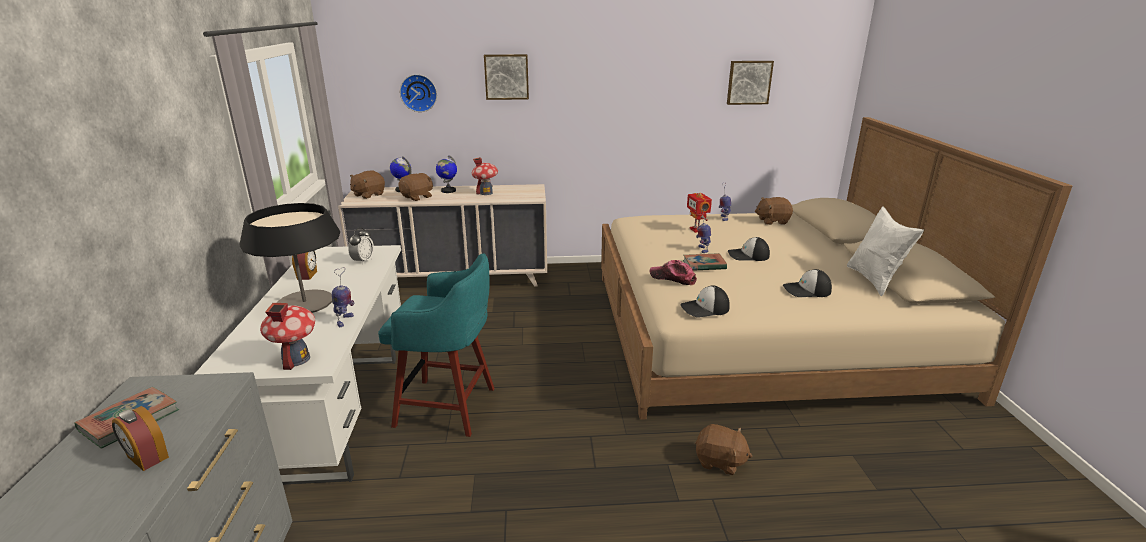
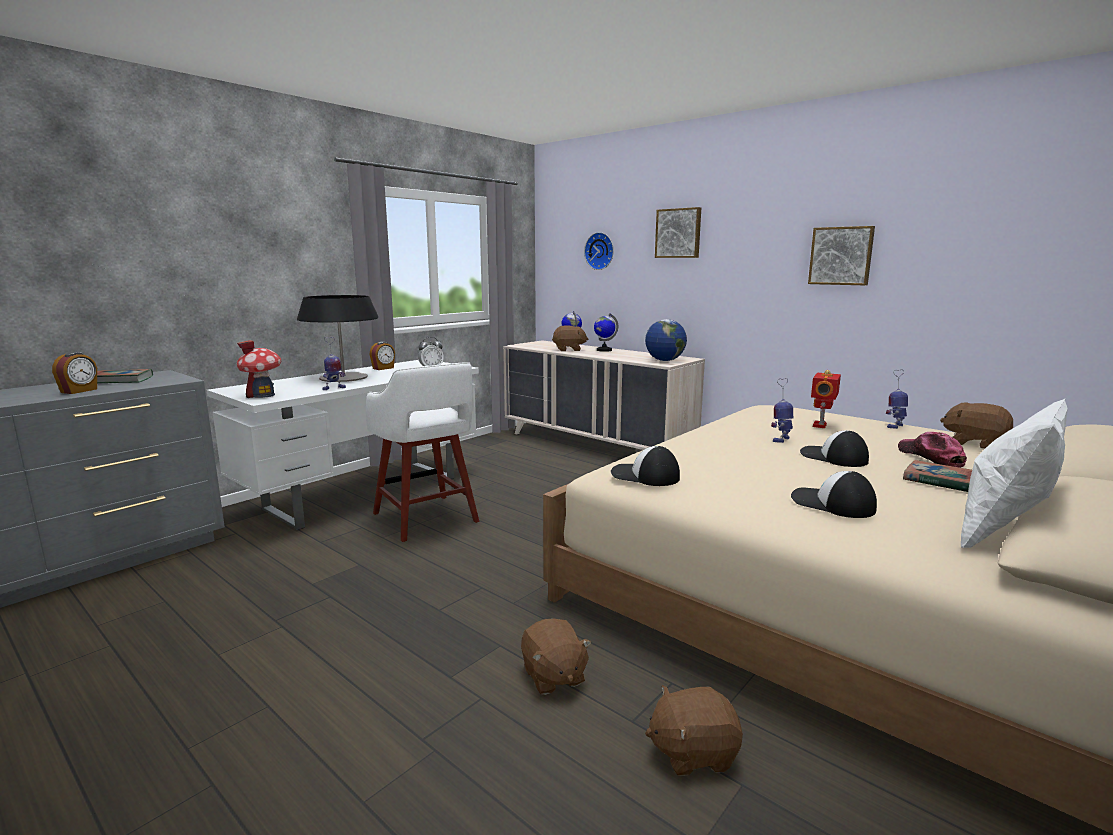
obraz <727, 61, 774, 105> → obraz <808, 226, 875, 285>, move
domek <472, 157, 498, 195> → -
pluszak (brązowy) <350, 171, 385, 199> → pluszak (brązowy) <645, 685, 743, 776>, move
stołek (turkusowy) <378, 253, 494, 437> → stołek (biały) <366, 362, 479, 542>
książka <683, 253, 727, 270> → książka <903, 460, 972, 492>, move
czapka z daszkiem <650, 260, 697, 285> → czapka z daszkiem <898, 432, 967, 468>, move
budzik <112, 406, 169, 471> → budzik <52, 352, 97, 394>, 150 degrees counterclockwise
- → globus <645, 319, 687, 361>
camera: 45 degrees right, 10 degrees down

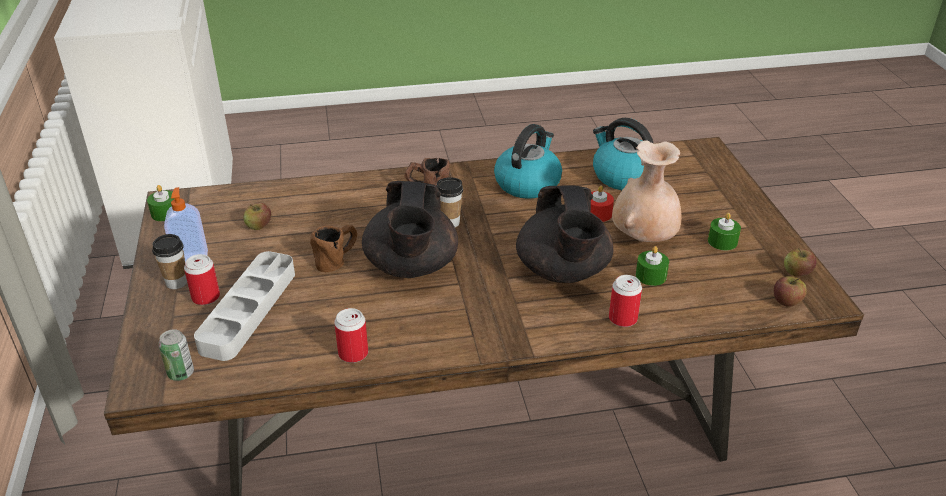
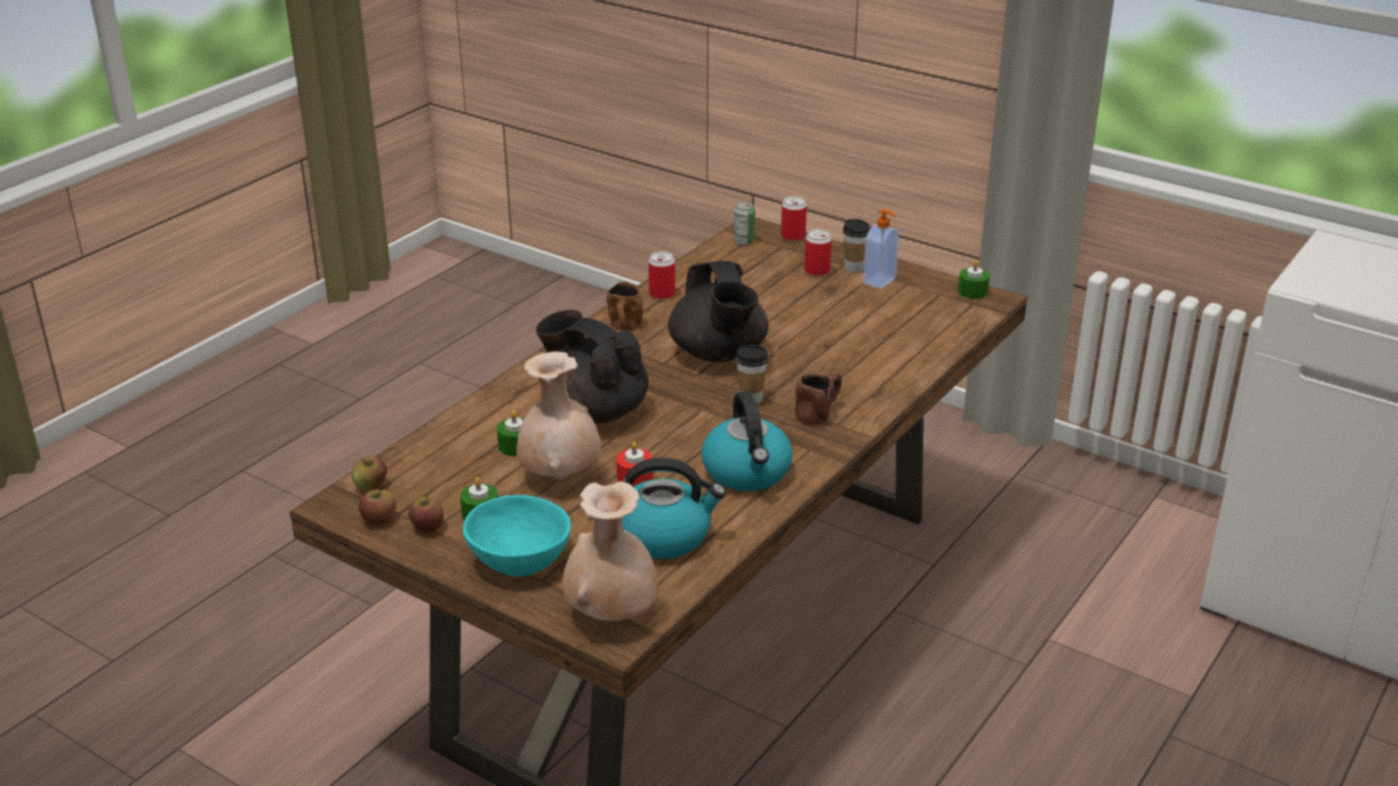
imbryk (czarny) <362, 181, 458, 278> → imbryk (czarny) <668, 261, 768, 362>, 150 degrees counterclockwise
jabłko <243, 203, 271, 230> → jabłko <408, 494, 444, 533>, move
kubek (brązowy) <310, 225, 357, 272> → kubek (brązowy) <606, 282, 643, 330>, move
taca (szary) <194, 251, 295, 361> → -
puszka <609, 275, 642, 327> → puszka <781, 196, 807, 242>, move
- → wazon (beżowy) <562, 481, 658, 621>
- → miska (turkusowy) <463, 495, 571, 577>
camera: 135 degrees right, 5 degrees down

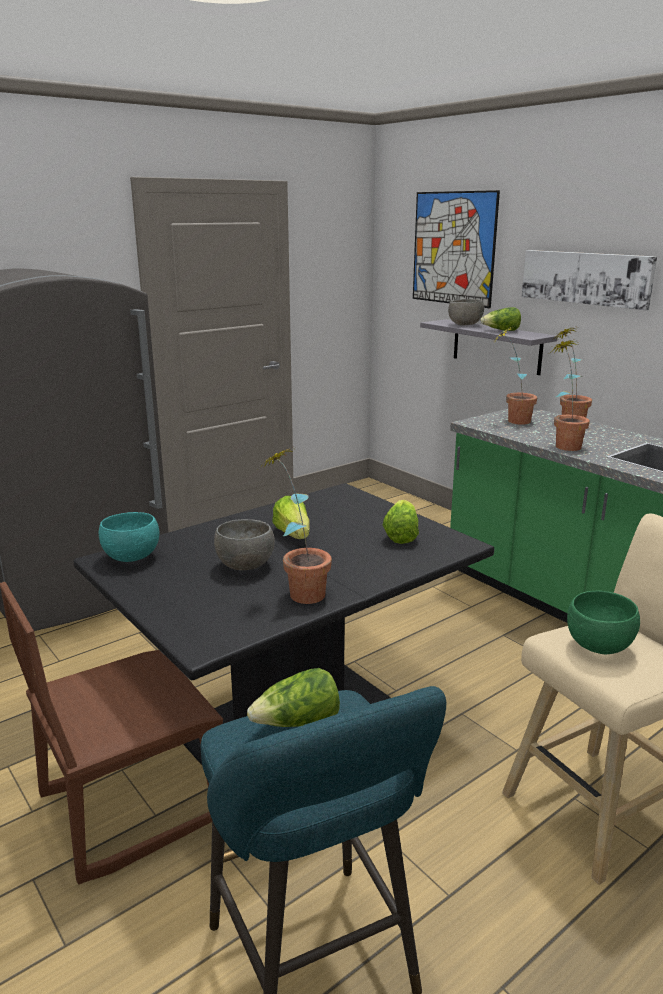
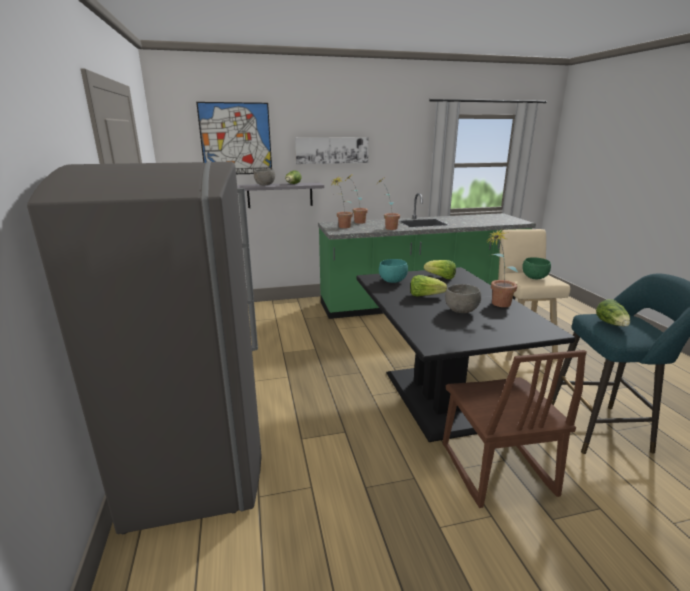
miska (turkusowy) <99, 512, 160, 562> → miska (turkusowy) <379, 259, 408, 283>, move
camera: 65 degrees left, 0 degrees up

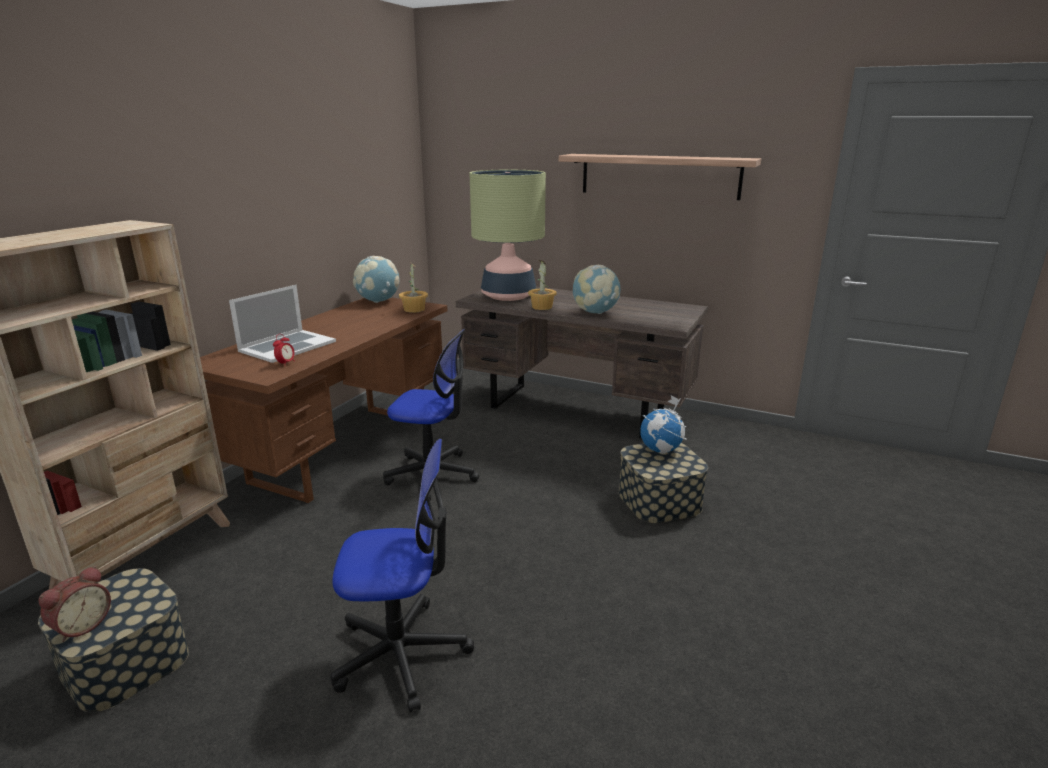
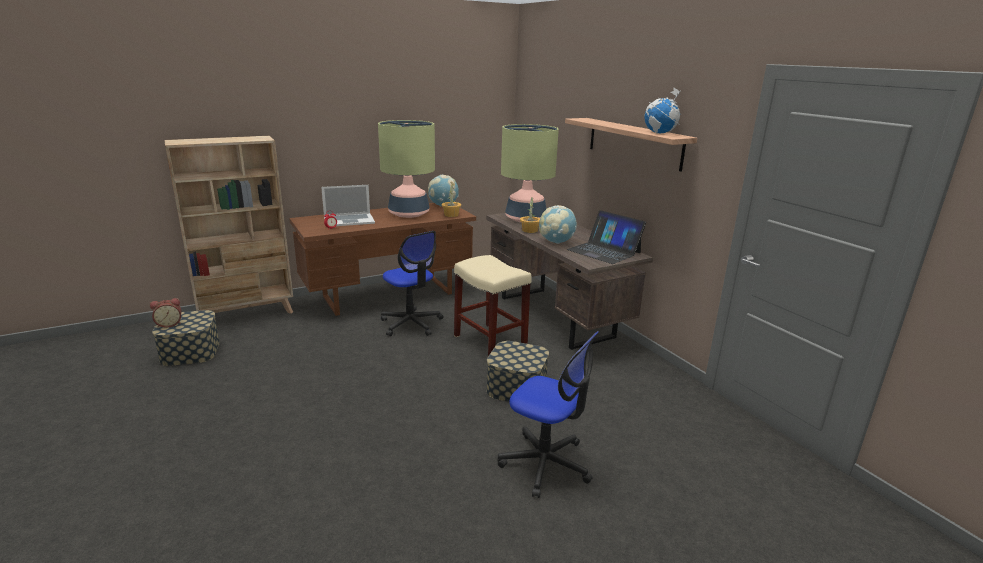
globus <640, 395, 687, 454> → globus <644, 87, 681, 134>, move
krzesło biurowe <330, 439, 474, 713> → krzesło biurowe <498, 331, 599, 498>, move
- → lampa stołowa <378, 120, 435, 218>
- → laptop <567, 210, 646, 264>
- → stołek (beżowy) <454, 255, 532, 356>
camera: 35 degrees right, 0 degrees up

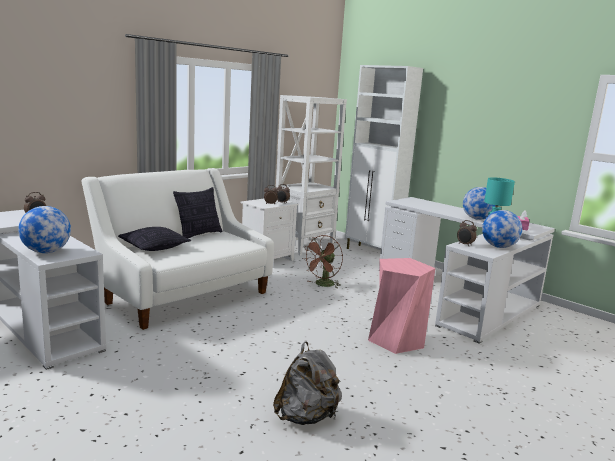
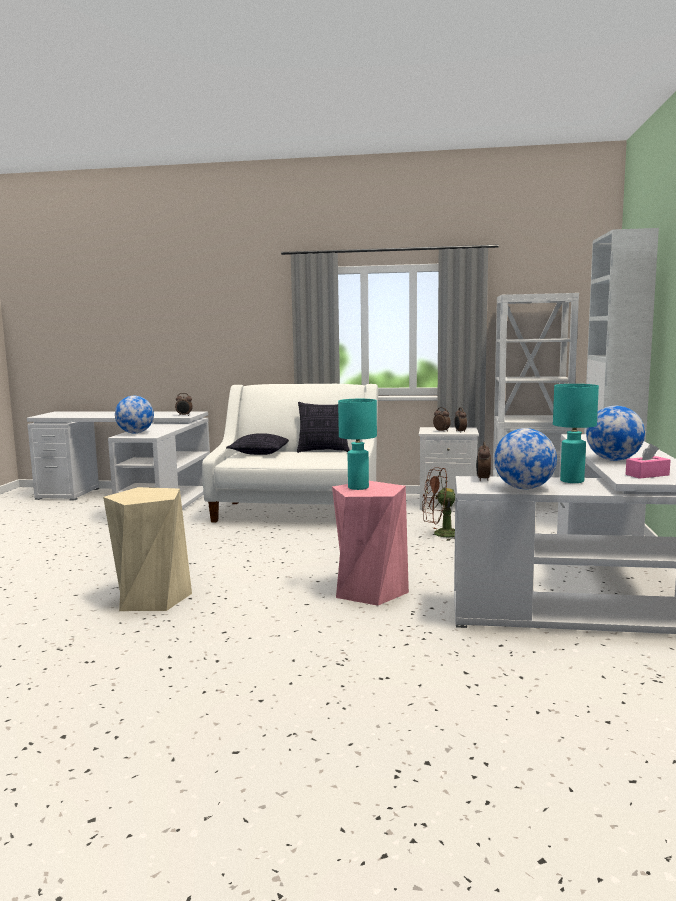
plecak (szary) <273, 341, 342, 425> → stołek (beżowy) <103, 487, 192, 611>
- → lampa stołowa (turkusowy) <338, 399, 377, 490>
camera: 55 degrees right, 5 degrees down

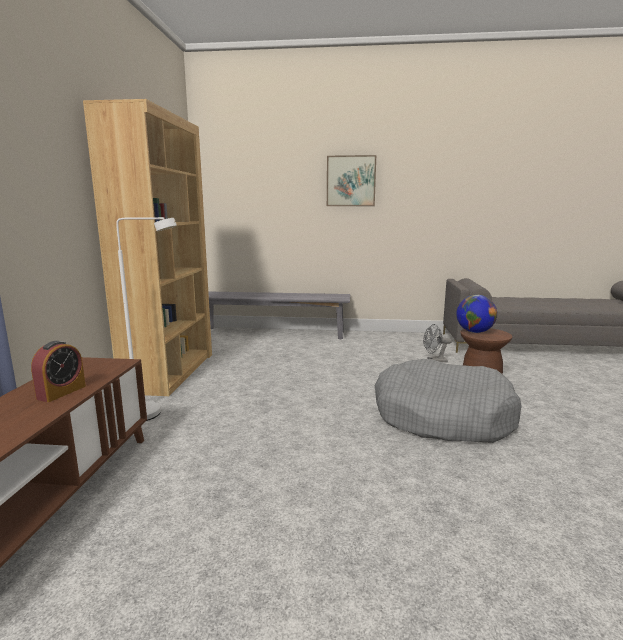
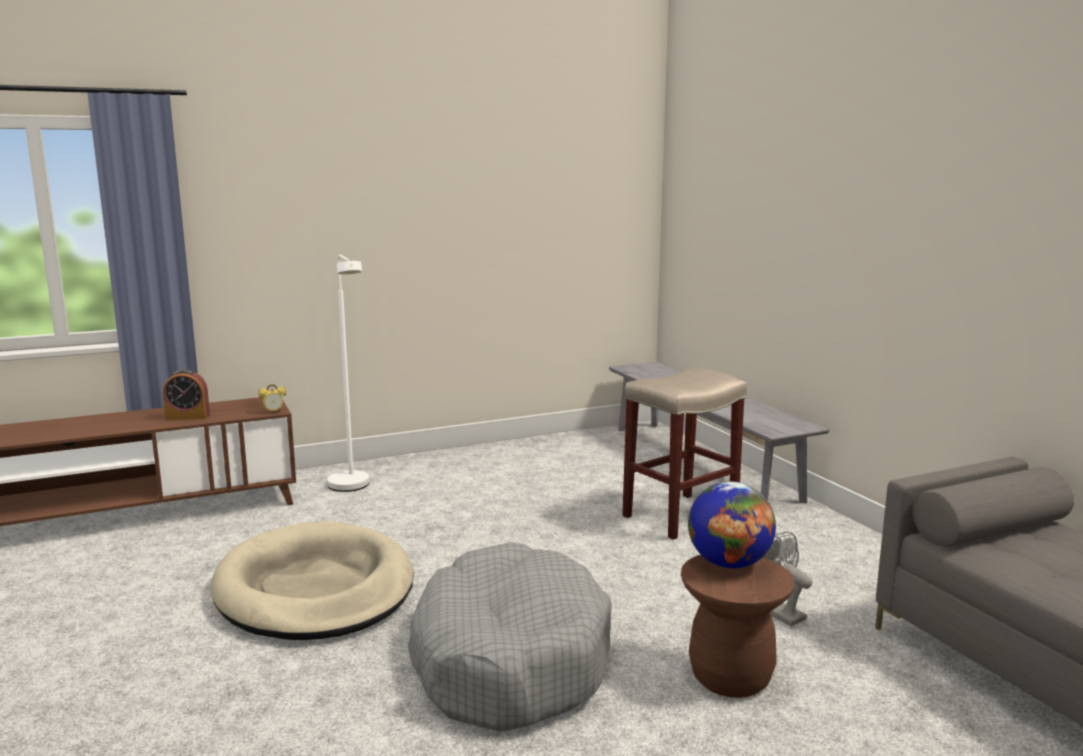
regał (brązowy) <83, 99, 212, 396> → -
obraz <327, 155, 376, 206> → -
- → stołek (beżowy) <622, 368, 747, 540>
- → budzik <258, 384, 286, 413>
- → legowisko (beżowy) <211, 521, 414, 640>
camera: 60 degrees right, 0 degrees up

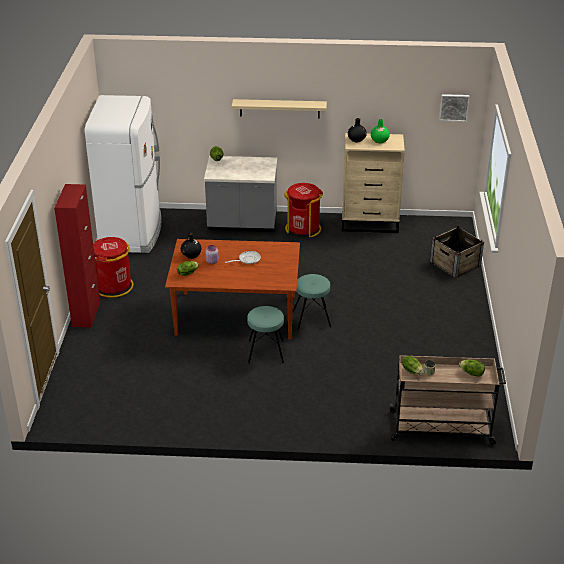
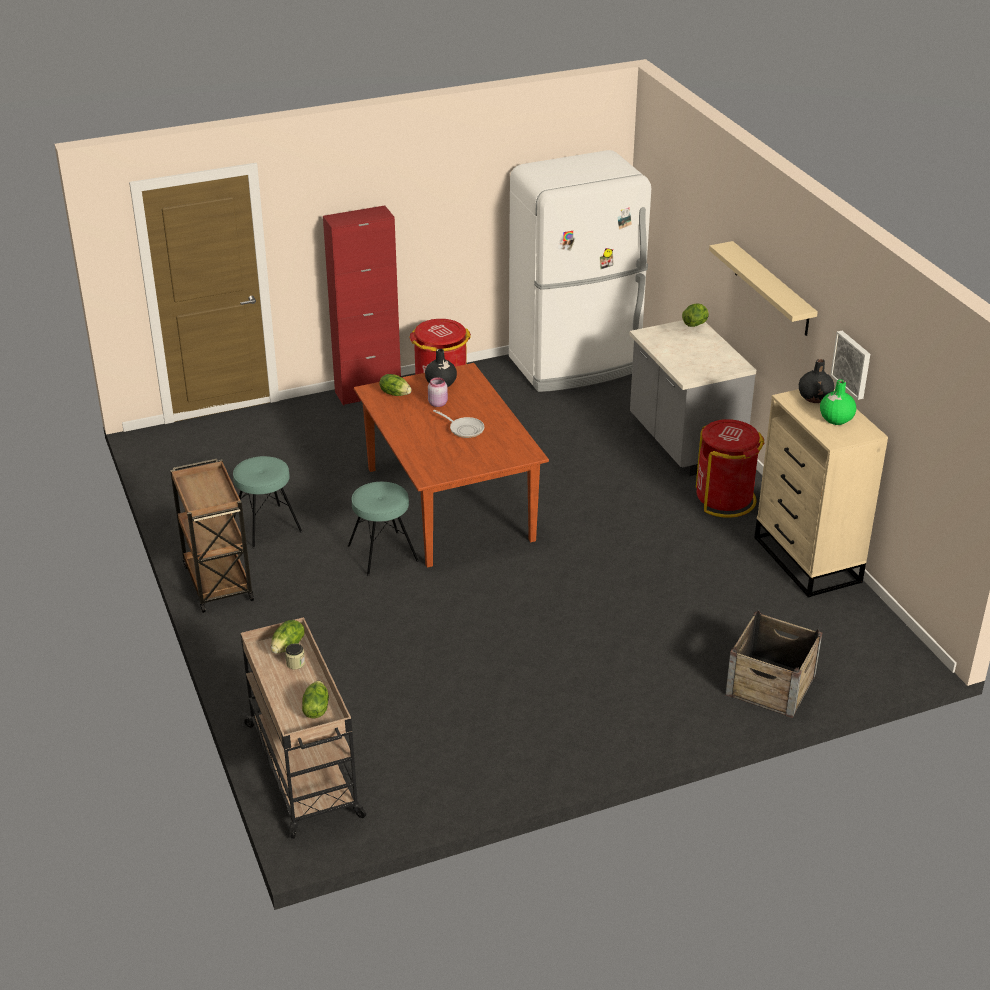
obraz <439, 94, 470, 121> → obraz <830, 331, 870, 400>, move
stołek (turkusowy) <293, 274, 331, 330> → stołek (turkusowy) <233, 456, 302, 549>, move
- → wózek (brązowy) <170, 459, 254, 613>
camera: 65 degrees right, 0 degrees up

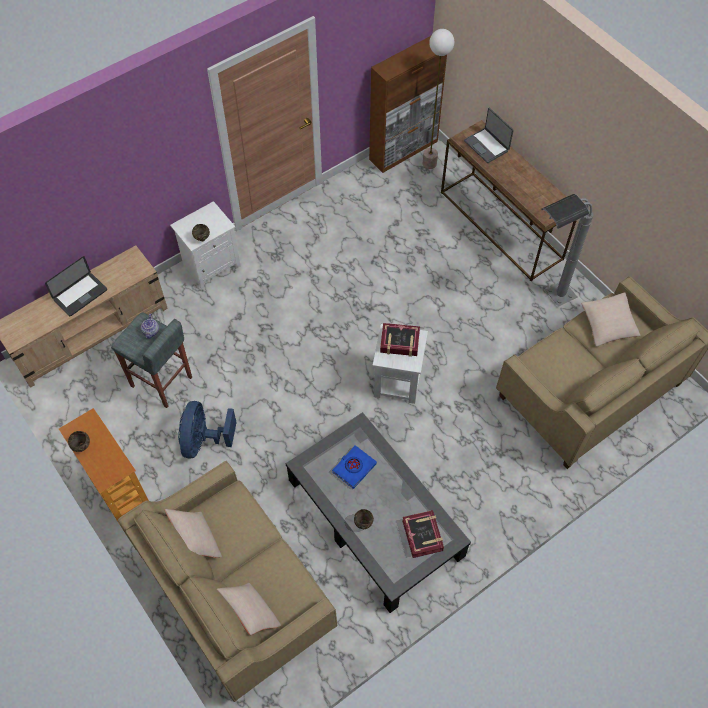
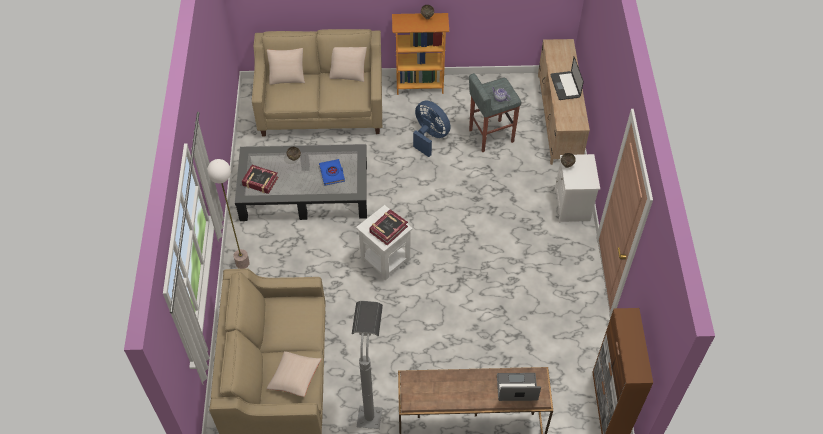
lampa stojąca <423, 29, 454, 169> → lampa stojąca <207, 159, 250, 269>, move
camera: 125 degrees right, 5 degrees down

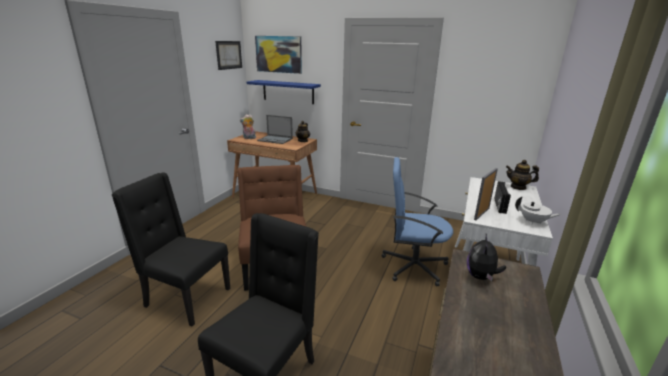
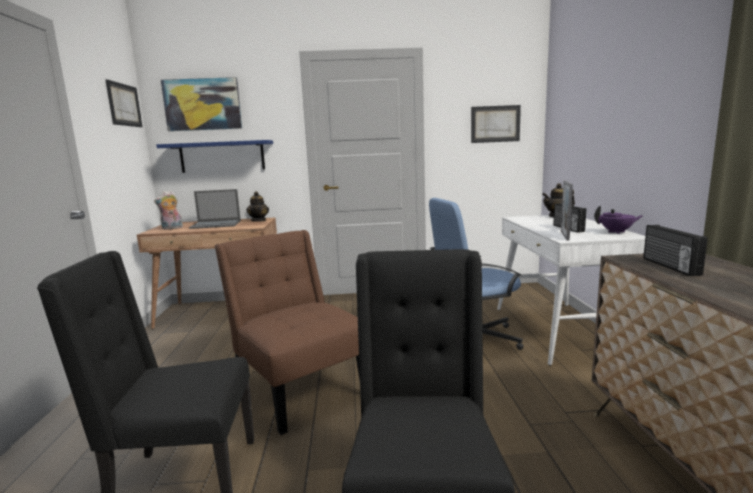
imbryk (biały) <515, 196, 561, 224> → imbryk (fioletowy) <594, 205, 642, 234>
pluszak <467, 234, 506, 281> → radio <643, 225, 708, 276>
- → obraz <471, 105, 521, 143>
camera: 25 degrees left, 10 degrees down

